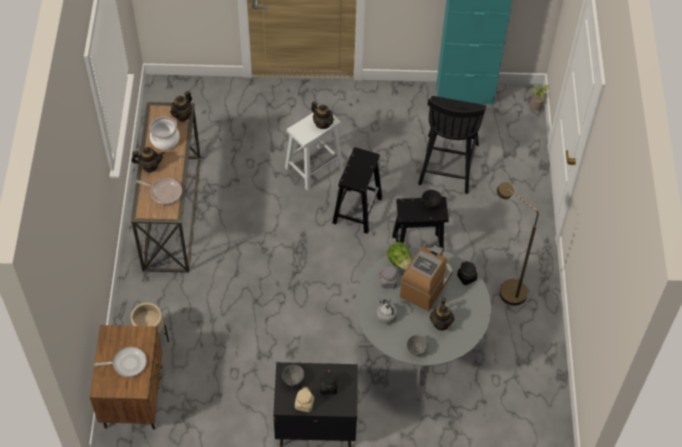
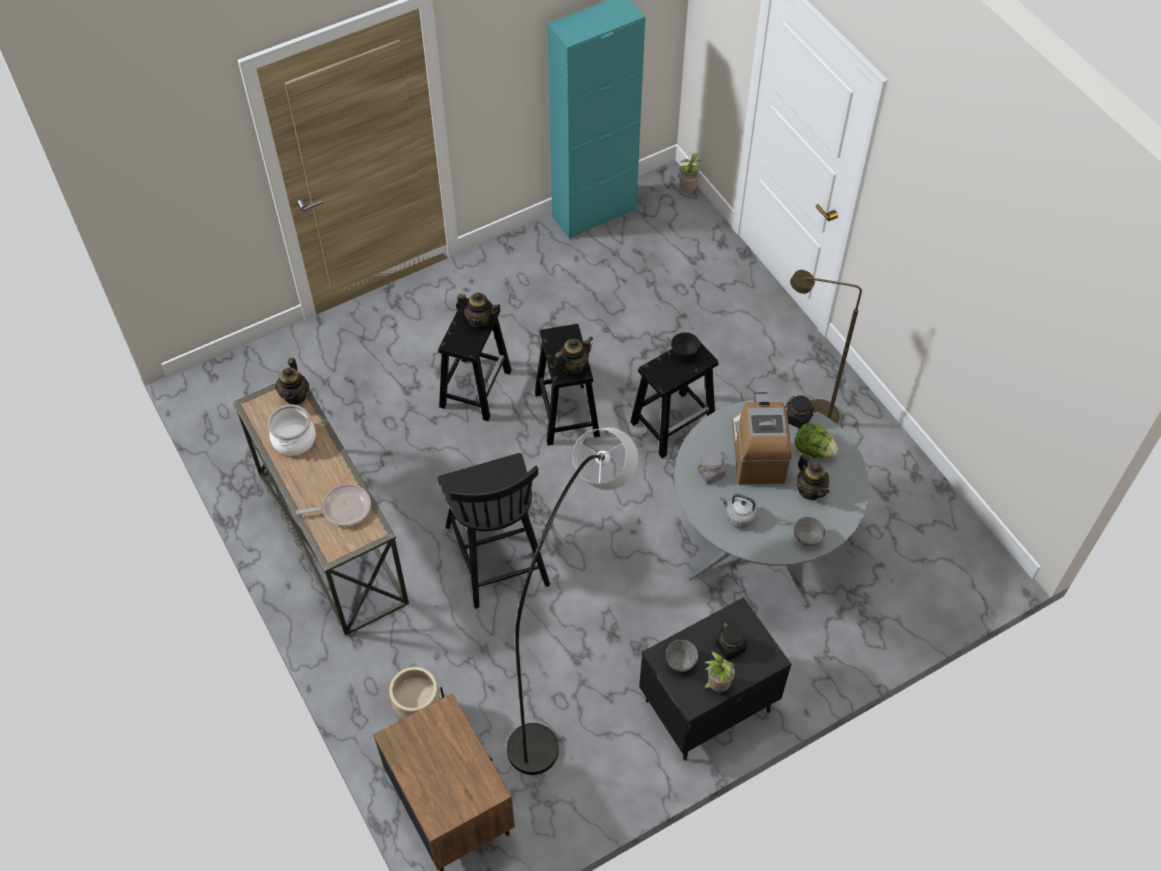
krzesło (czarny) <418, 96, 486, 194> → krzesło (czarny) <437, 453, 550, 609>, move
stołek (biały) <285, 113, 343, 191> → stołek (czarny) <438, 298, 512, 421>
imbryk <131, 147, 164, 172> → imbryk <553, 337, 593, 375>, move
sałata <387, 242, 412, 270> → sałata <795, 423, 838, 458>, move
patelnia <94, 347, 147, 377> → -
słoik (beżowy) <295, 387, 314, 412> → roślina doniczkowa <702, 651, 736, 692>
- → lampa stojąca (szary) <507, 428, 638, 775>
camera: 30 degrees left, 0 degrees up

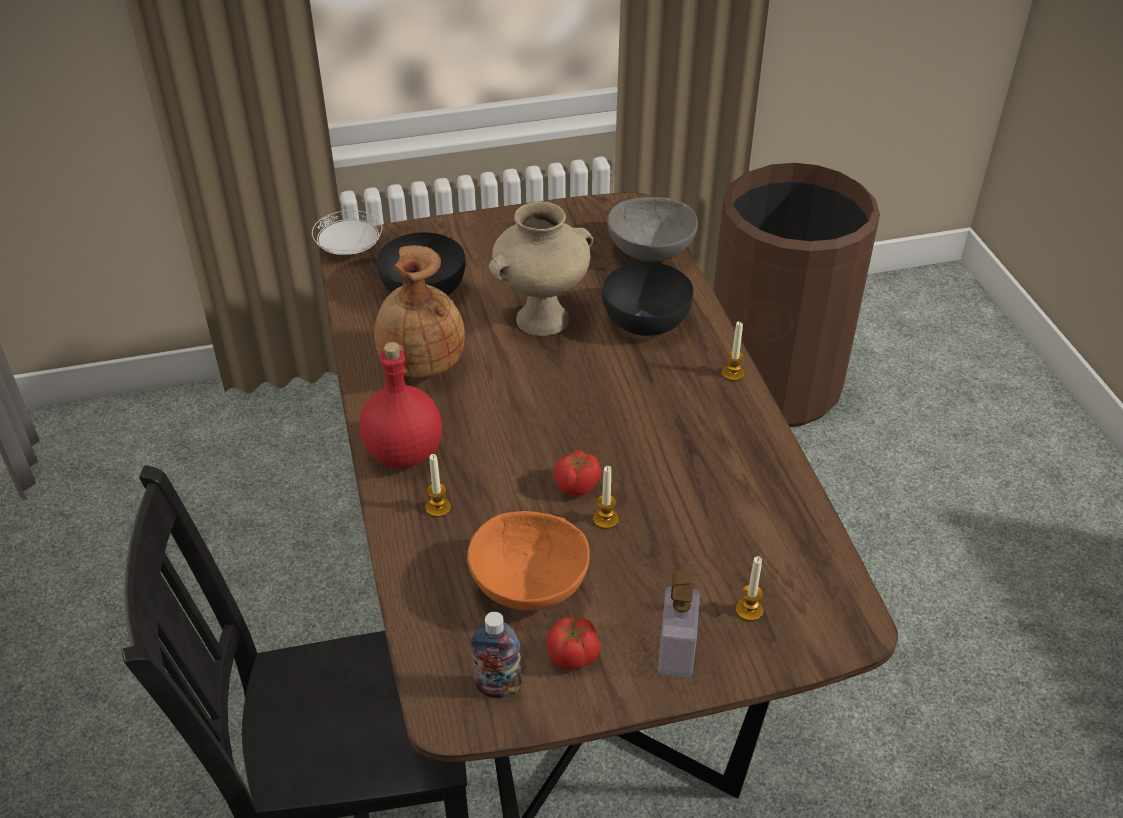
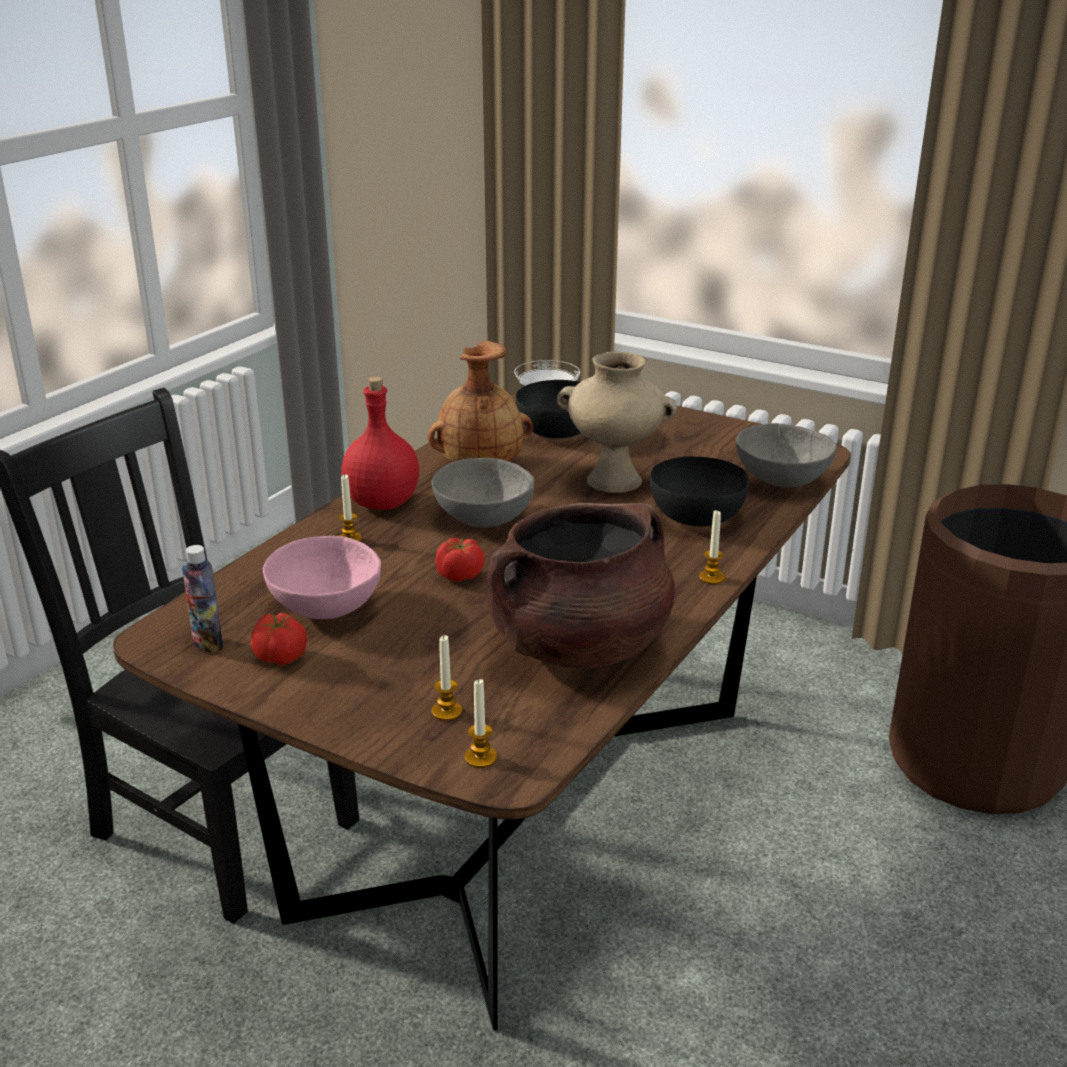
świeca <593, 466, 619, 529> → świeca <465, 678, 497, 768>, move
miska (pomarańczowy) <467, 511, 590, 610> → miska (różowy) <263, 536, 381, 619>
dozownik mydła <658, 570, 700, 678> → -
- → miska (szary) <431, 458, 534, 528>
- → garnek (brązowy) <487, 503, 675, 668>
camera: 45 degrees right, 15 degrees down

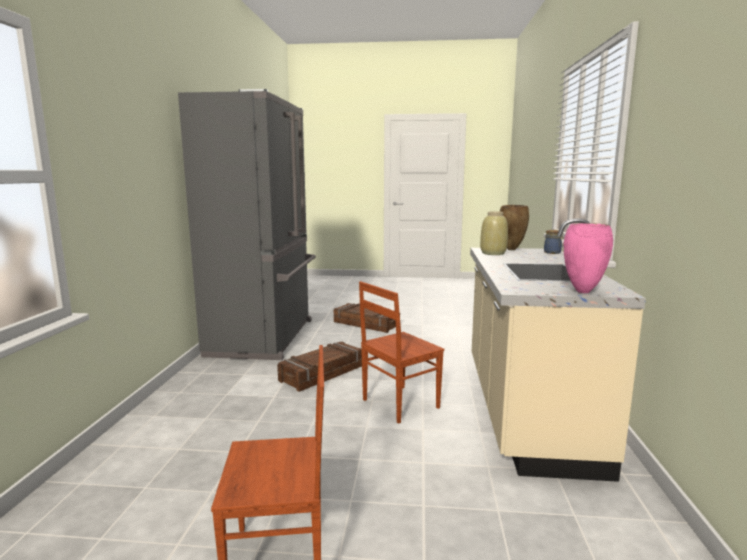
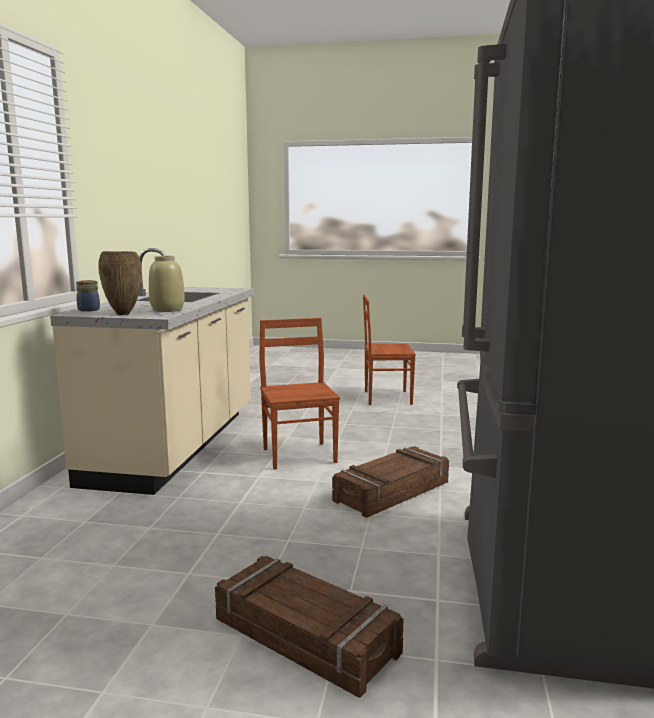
wazon (różowy) <564, 223, 613, 293> → -
krzesło (brązowy) <359, 281, 444, 424> → krzesło (brązowy) <259, 318, 340, 470>, 75 degrees counterclockwise
camera: 175 degrees left, 0 degrees up

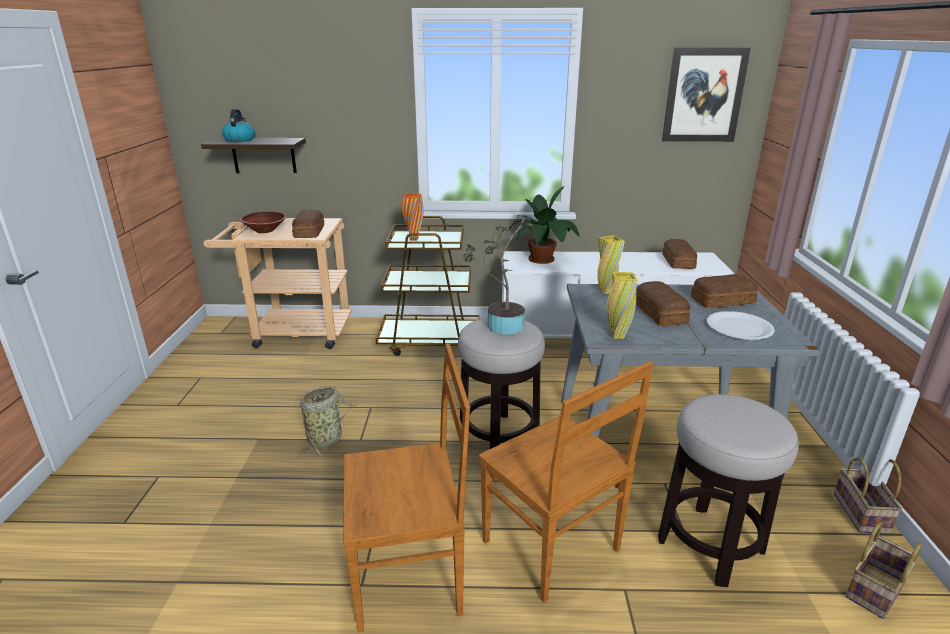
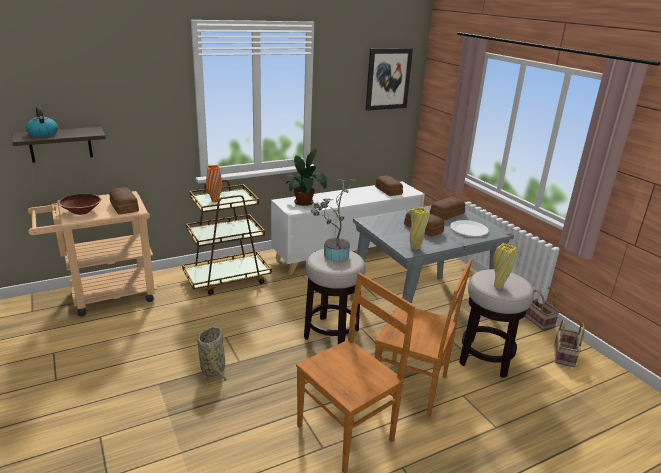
wazon (żółty) <597, 235, 625, 294> → wazon (żółty) <493, 243, 517, 289>, move
camera: 30 degrees left, 0 degrees up

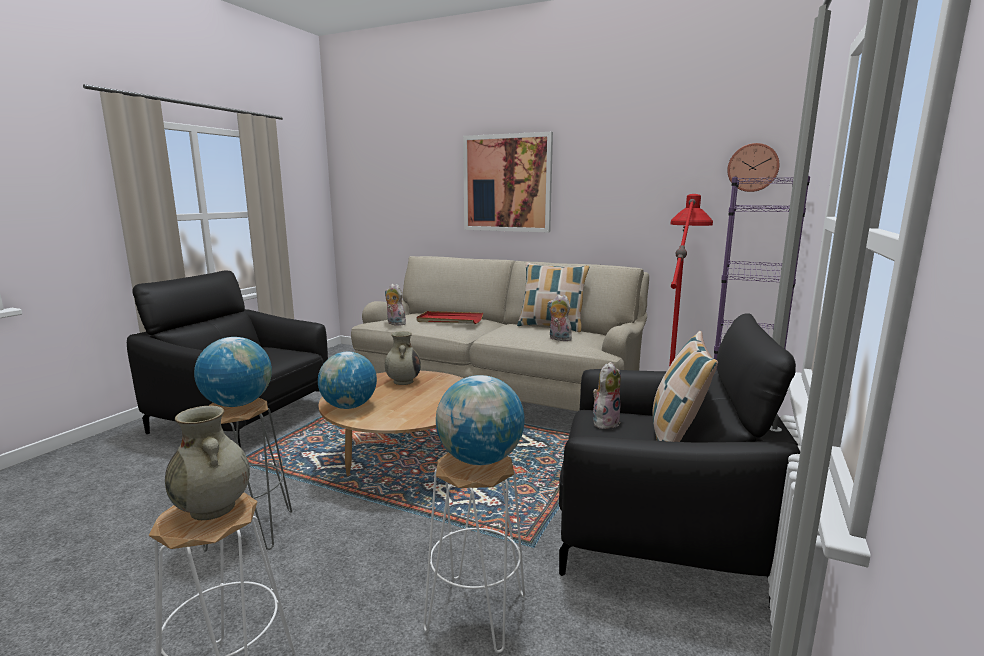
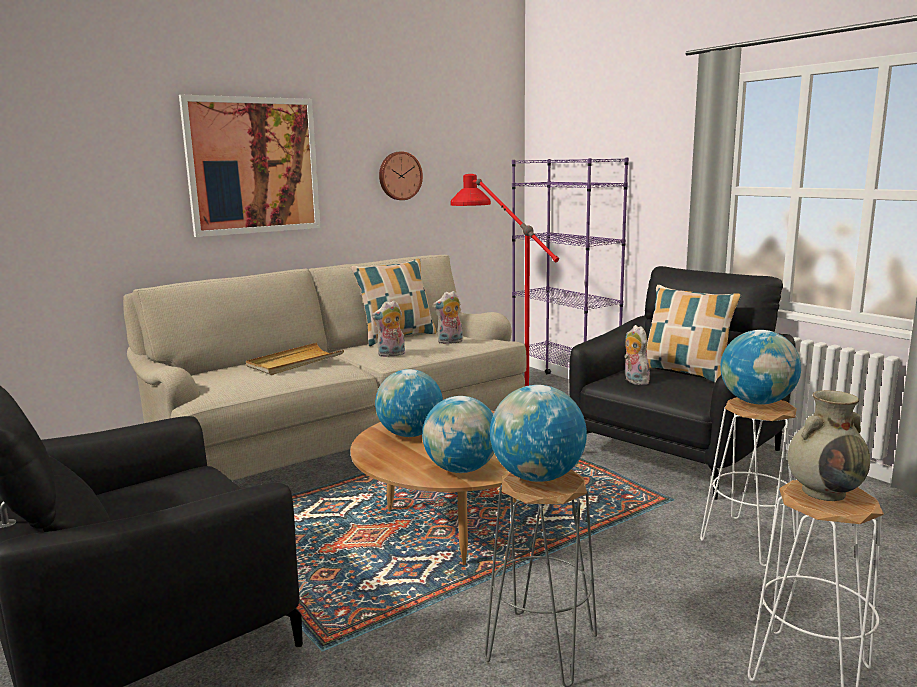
zegar ścienny <727, 143, 779, 192> → zegar ścienny <379, 152, 423, 200>, move
pluszak <385, 284, 406, 326> → pluszak <372, 300, 405, 357>, move
taca (czerwony) <416, 311, 483, 324> → taca (beżowy) <246, 343, 344, 375>
wazon (beżowy) <385, 331, 421, 385> → globus <375, 369, 443, 437>
camera: 60 degrees left, 0 degrees up

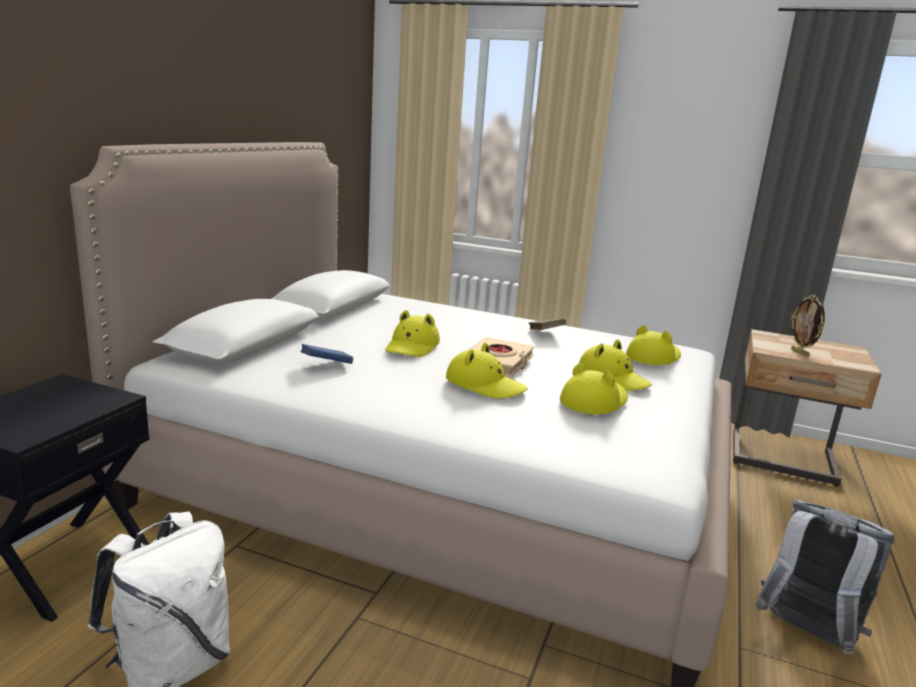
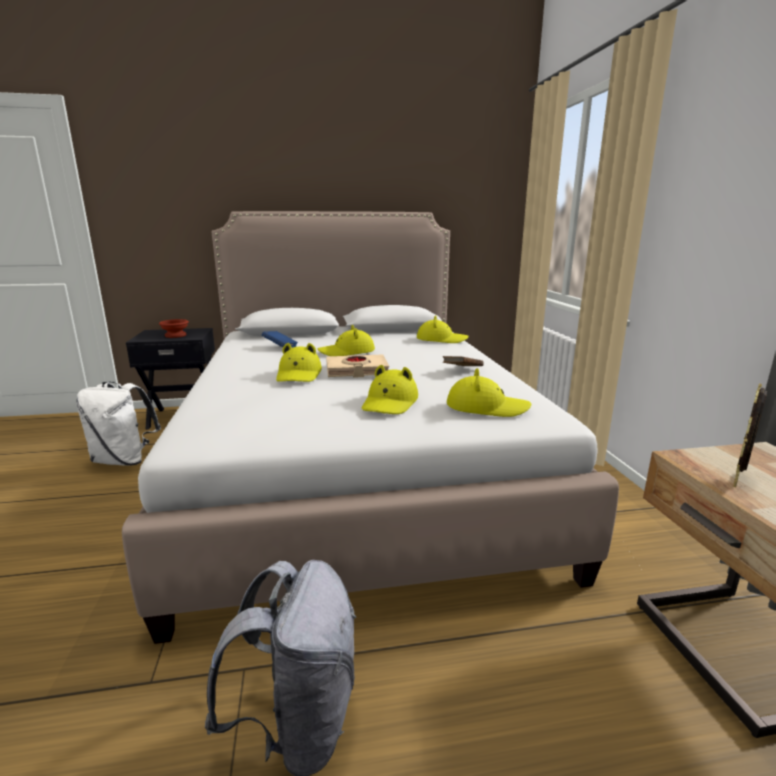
kapelusz (żółty) <560, 363, 628, 415> → kapelusz (żółty) <417, 315, 469, 343>, move
- → miska (brązowy) <159, 319, 189, 338>
camera: 60 degrees right, 0 degrees up

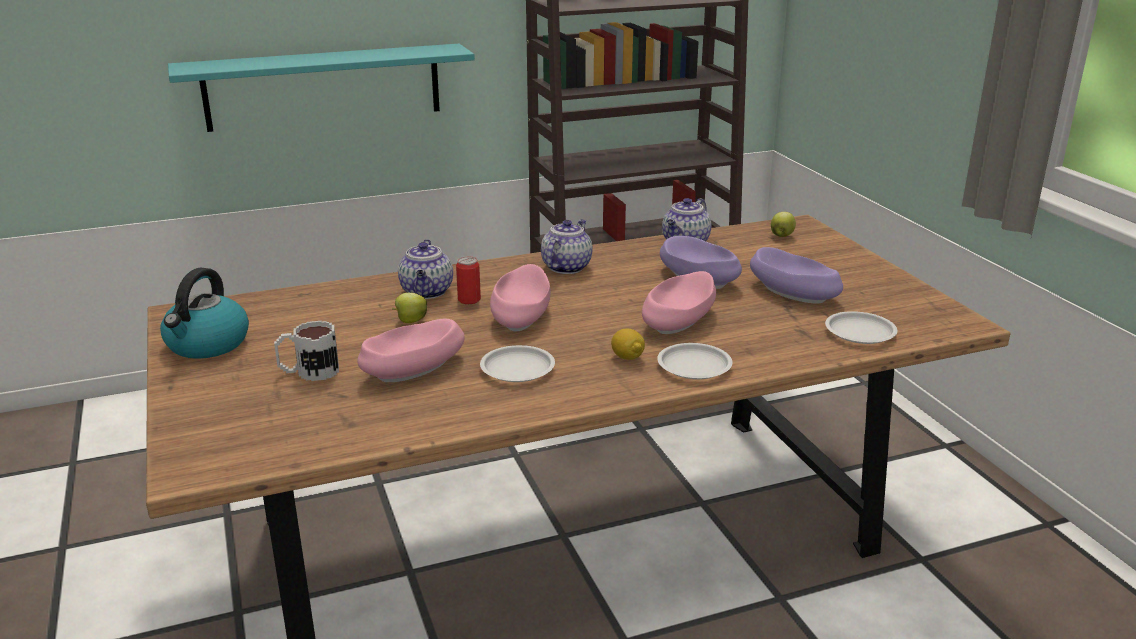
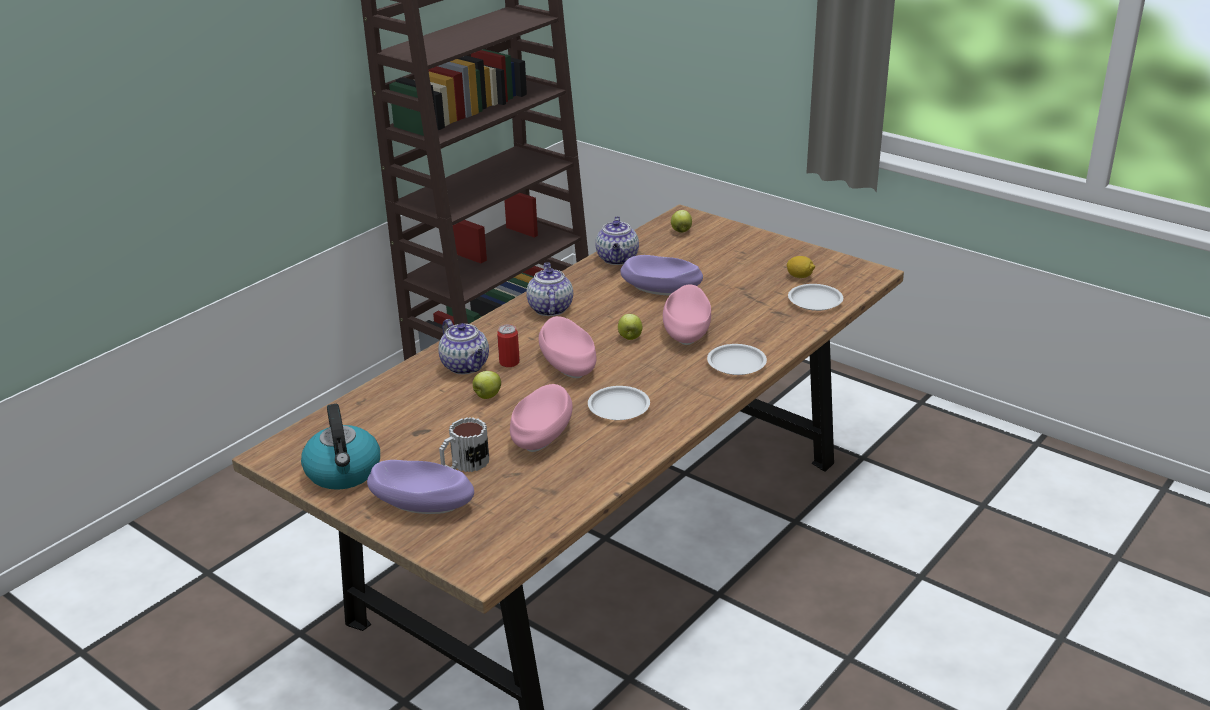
półka (turkusowy) <168, 44, 475, 132> → -
miska (fioletowy) <750, 247, 843, 303> → miska (fioletowy) <367, 460, 474, 514>, move
cytryna <611, 329, 645, 360> → cytryna <787, 256, 815, 278>, move
- → jabłko <618, 314, 643, 340>
camera: 30 degrees left, 5 degrees up

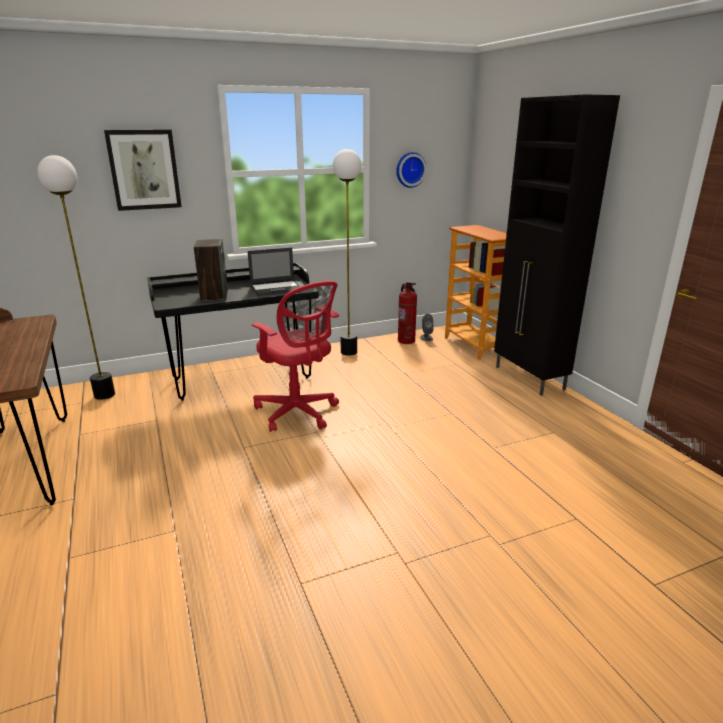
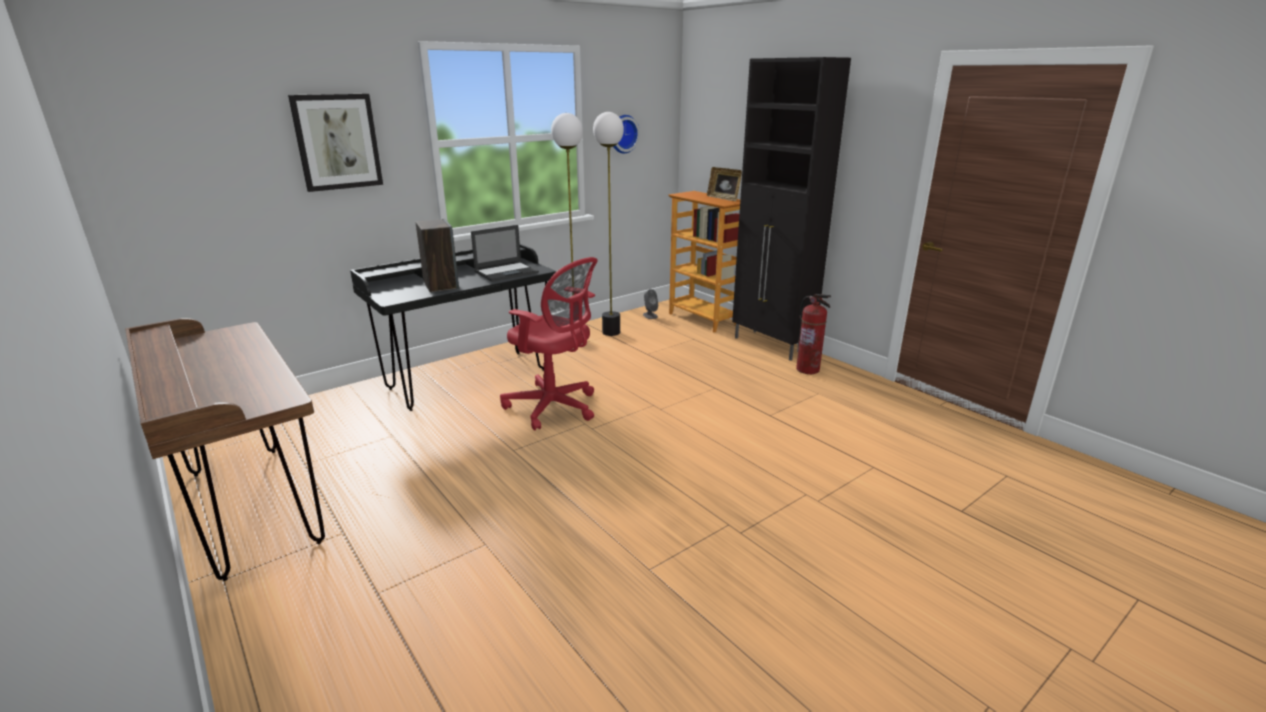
lampa stojąca <37, 155, 115, 400> → lampa stojąca <593, 112, 624, 336>, move
gaśnica <398, 282, 417, 344> → gaśnica <796, 294, 831, 374>, move
- → ramka na zdjęcie <707, 167, 742, 201>
camera: 15 degrees left, 0 degrees up

